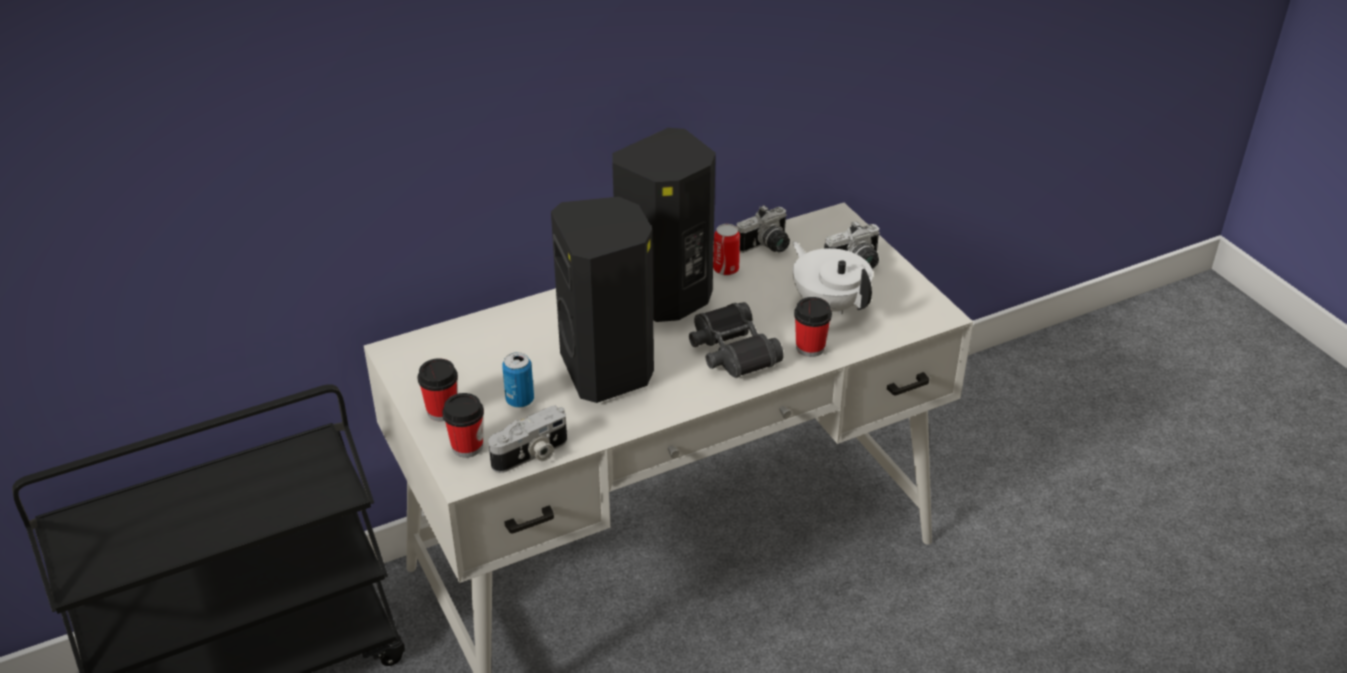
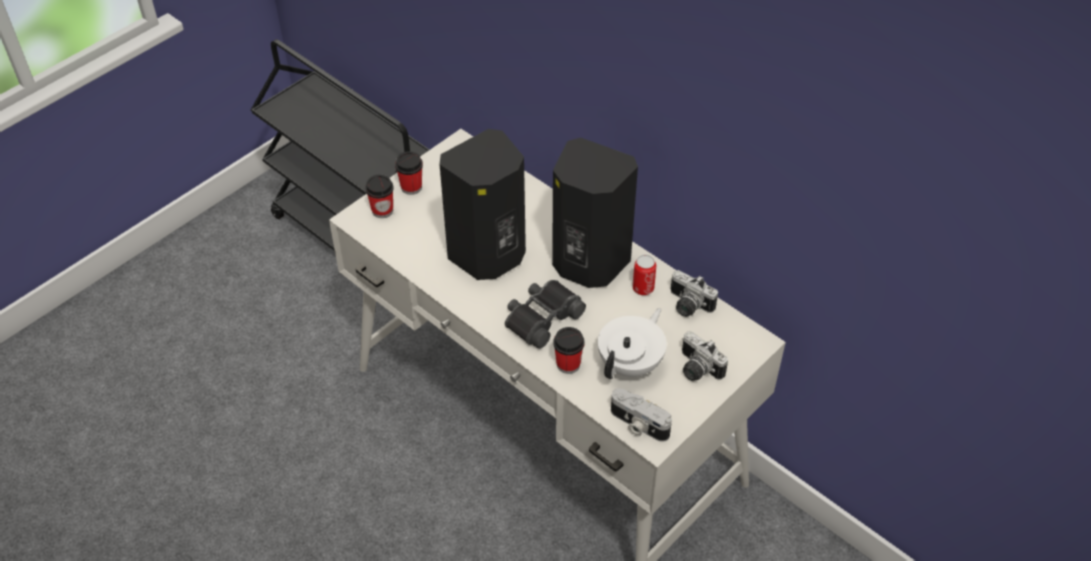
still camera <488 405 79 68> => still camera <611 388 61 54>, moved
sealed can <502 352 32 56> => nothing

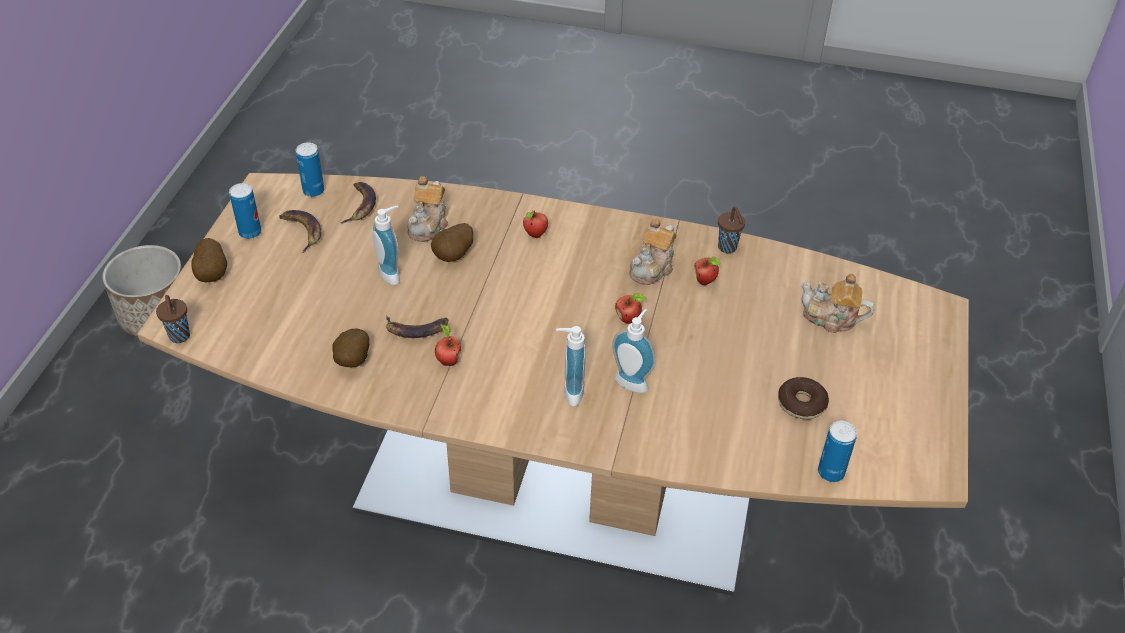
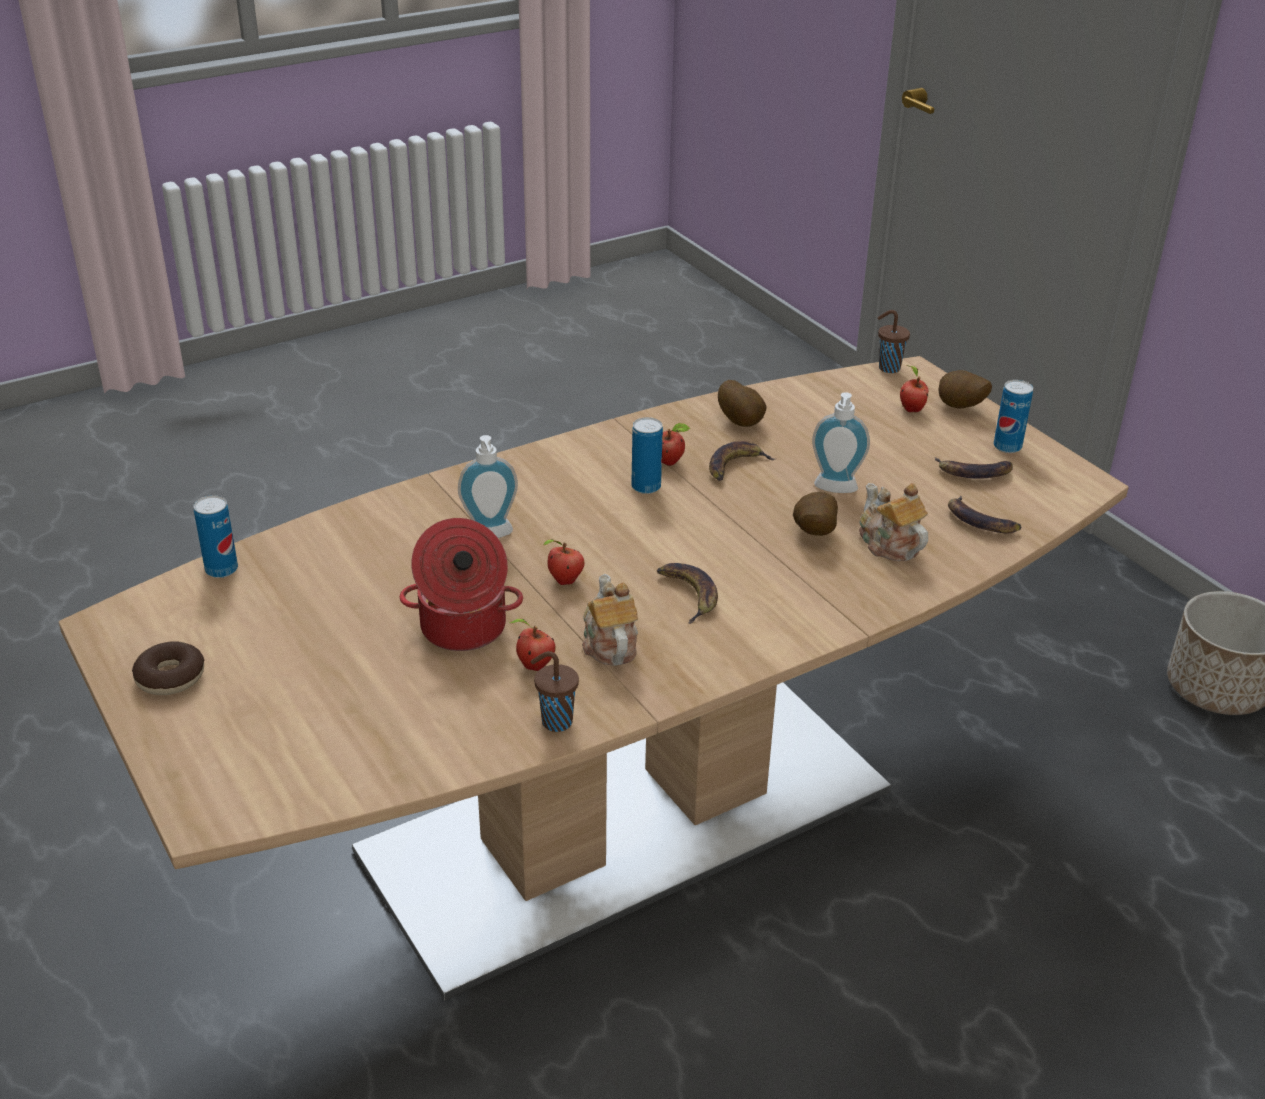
sealed can <296 142 28 55> => sealed can <631 417 32 77>, moved
whole apple <523 211 25 27> => whole apple <900 365 28 47>, moved
liquid soap bottle <556 326 30 80> => nothing
doughnut <778 377 51 43> => doughnut <132 641 73 54>, moved
tea pot <801 274 73 59> => nothing
nothing => cooking pot <400 518 123 133>
nothing => banana <657 563 61 61>

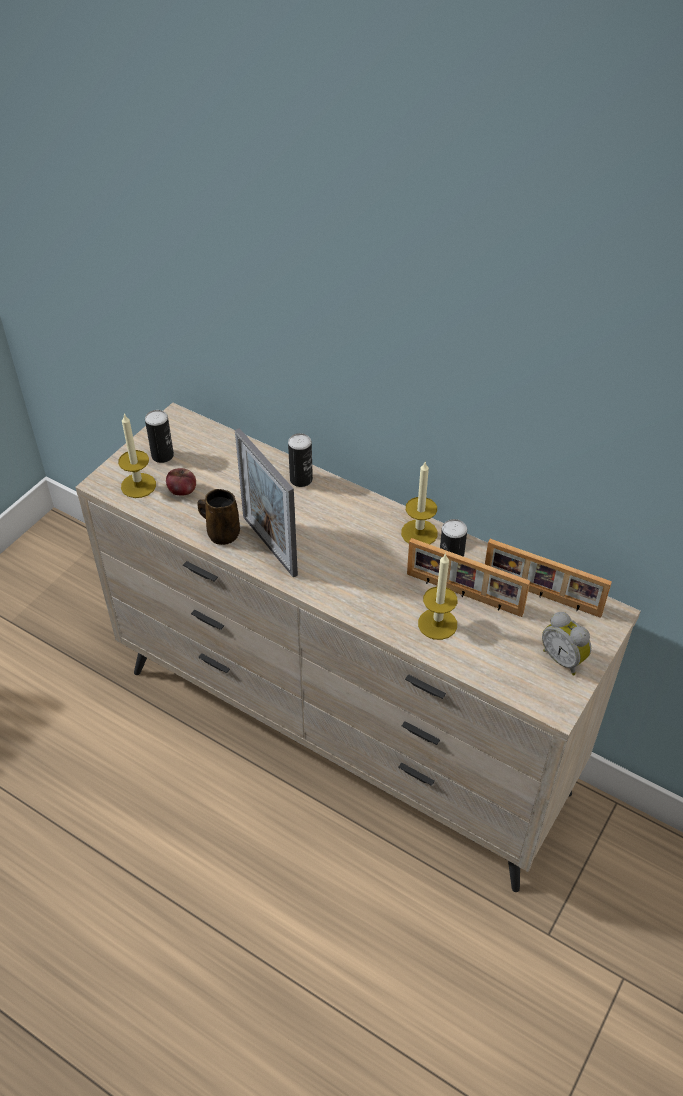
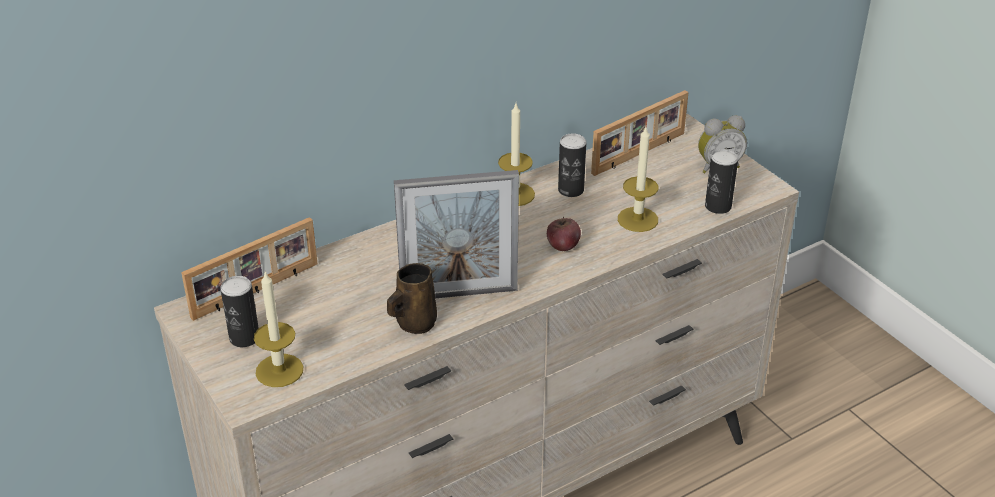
whole apple <166 468 30 27> => whole apple <547 217 34 34>, moved
sealed can <288 433 25 54> => sealed can <705 149 33 65>, moved
photo frame <407 538 123 79> => photo frame <181 217 137 104>, moved

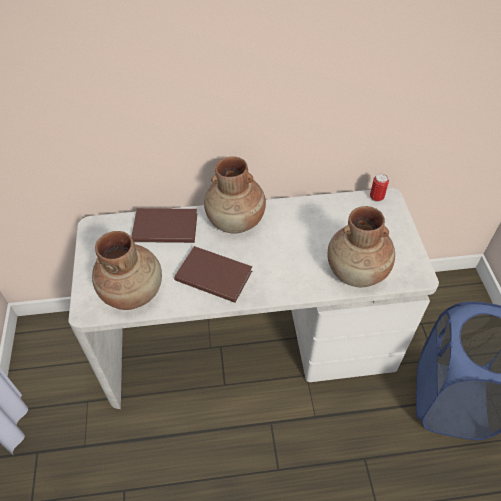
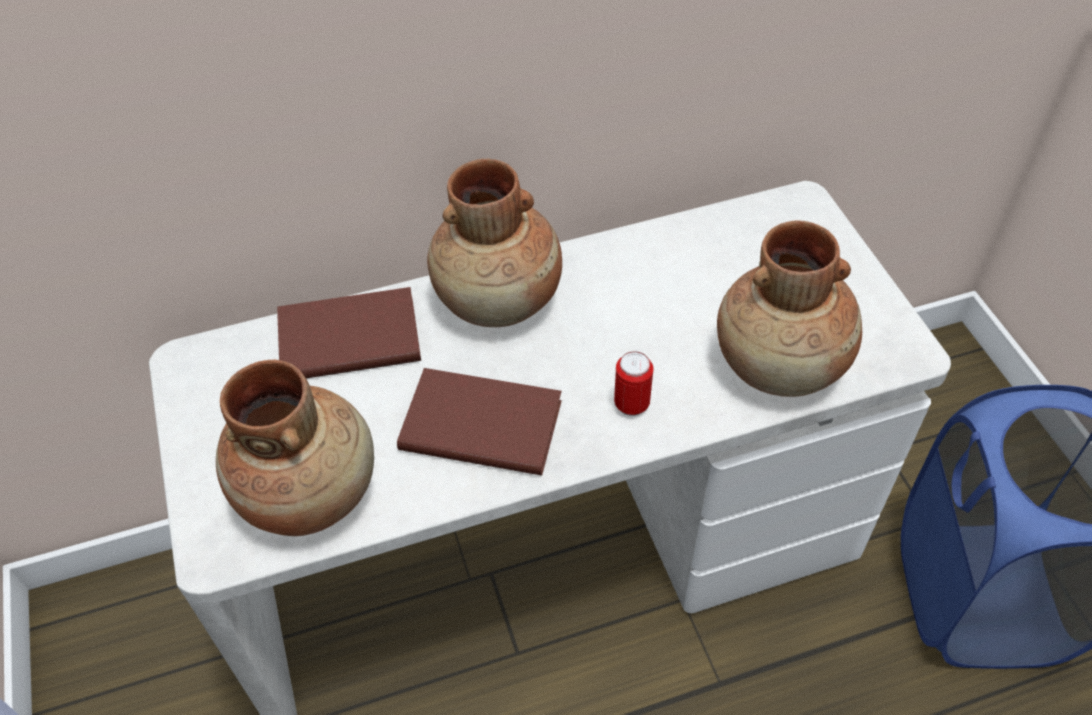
sealed can <370 174 19 28> => sealed can <614 351 40 65>, moved

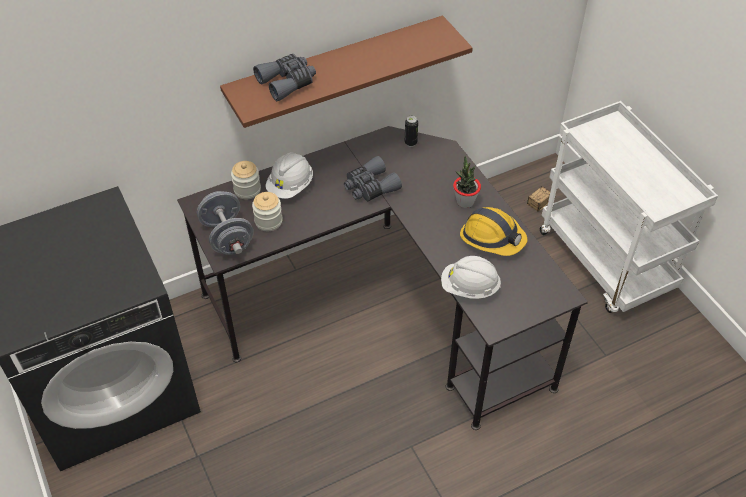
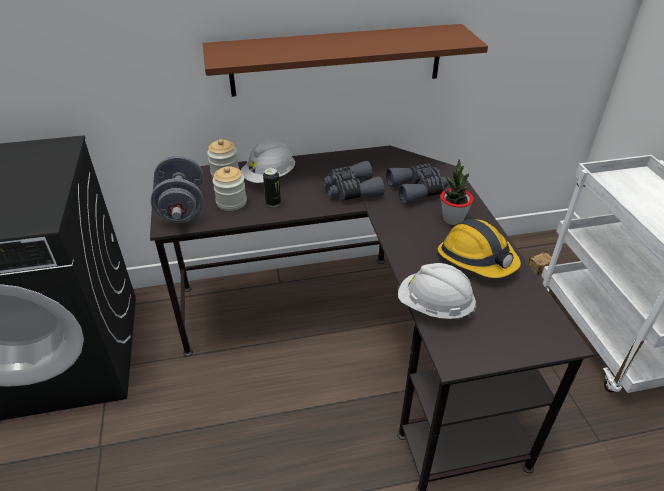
greyish binoculars <253 54 63 47> => greyish binoculars <386 163 63 42>, moved
sealed can <405 116 13 31> => sealed can <263 168 18 39>, moved

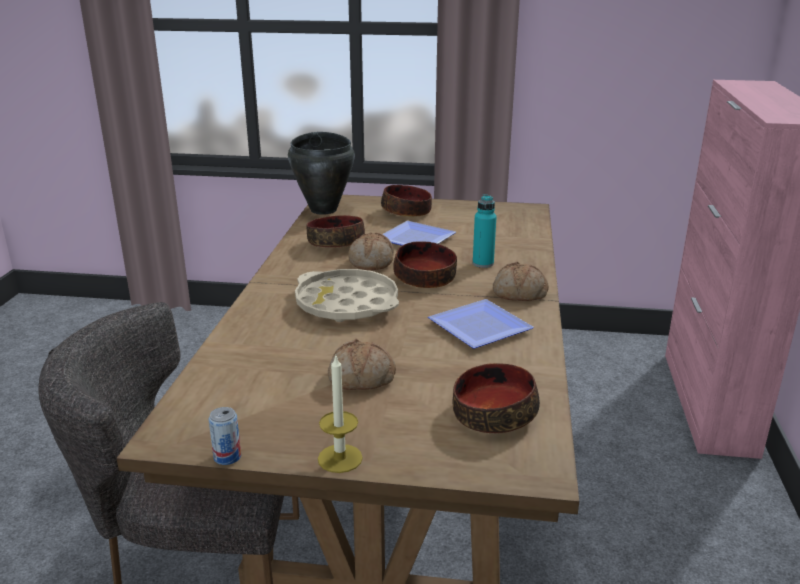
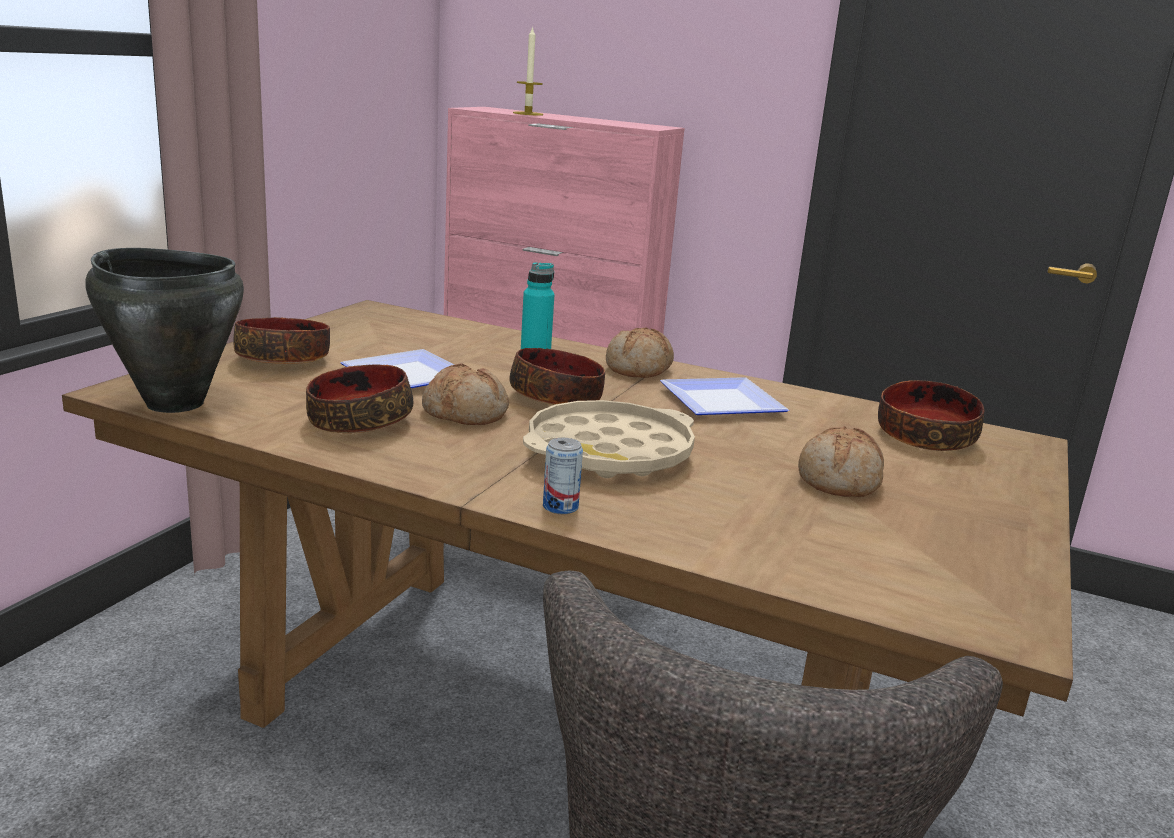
sealed can <209 407 32 58> => sealed can <543 438 40 76>, moved
wax candle <318 356 45 117> => wax candle <513 26 30 90>, moved

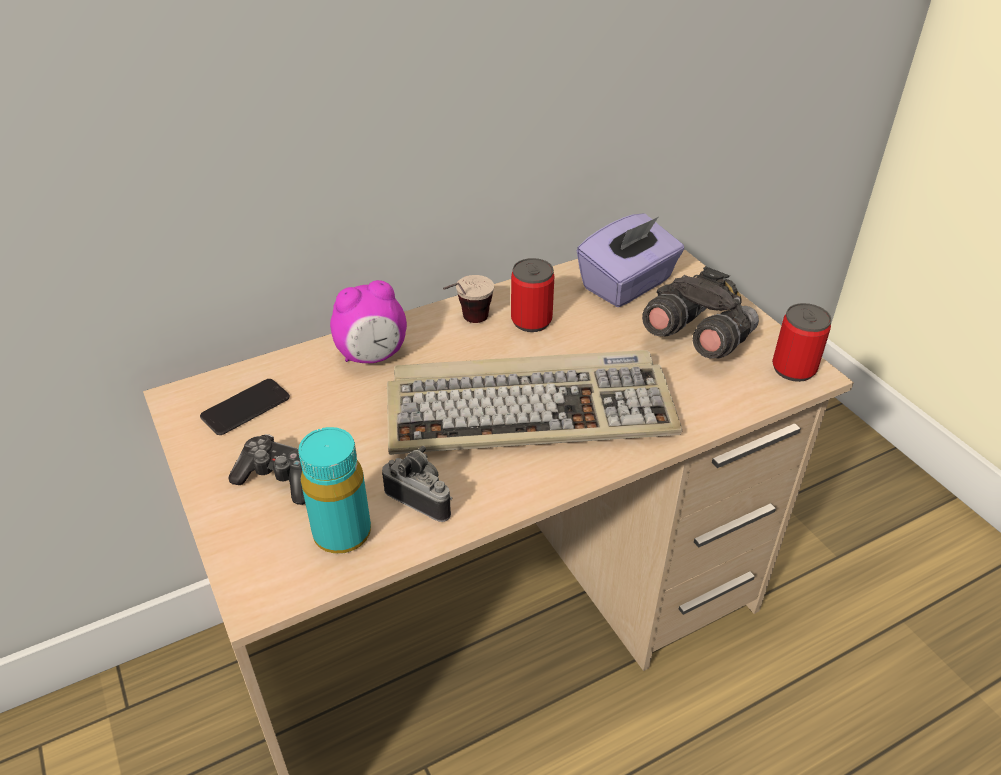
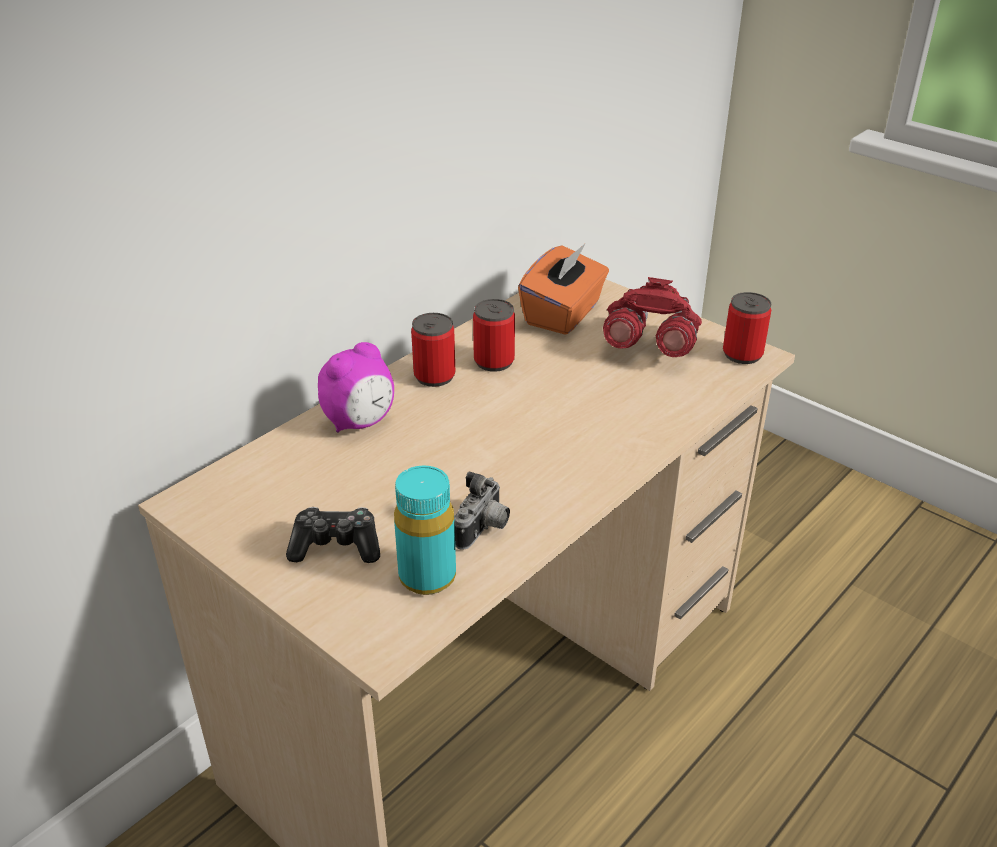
telephone <200 379 90 56> => nothing
still camera <382 446 71 76> => still camera <454 471 56 79>, 105 degrees clockwise
keyboard <387 350 295 105> => nothing
small cup <443 275 51 48> => sealed can <411 313 44 74>
purple box of tissues <576 213 108 94> => orange box of tissues <518 243 91 92>
greyish binoculars <642 266 117 92> => red-coloured binoculars <603 277 99 80>

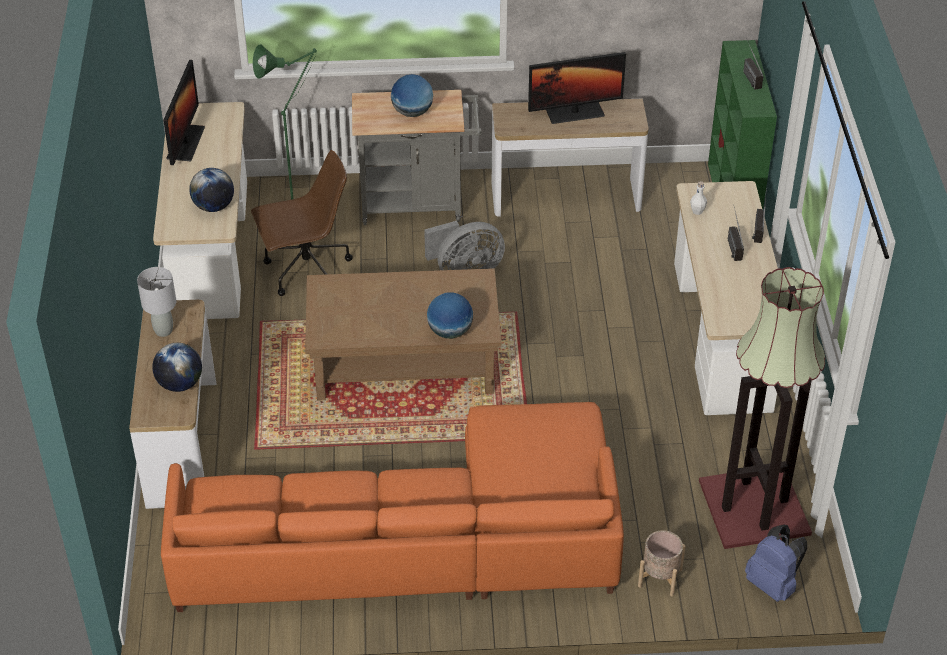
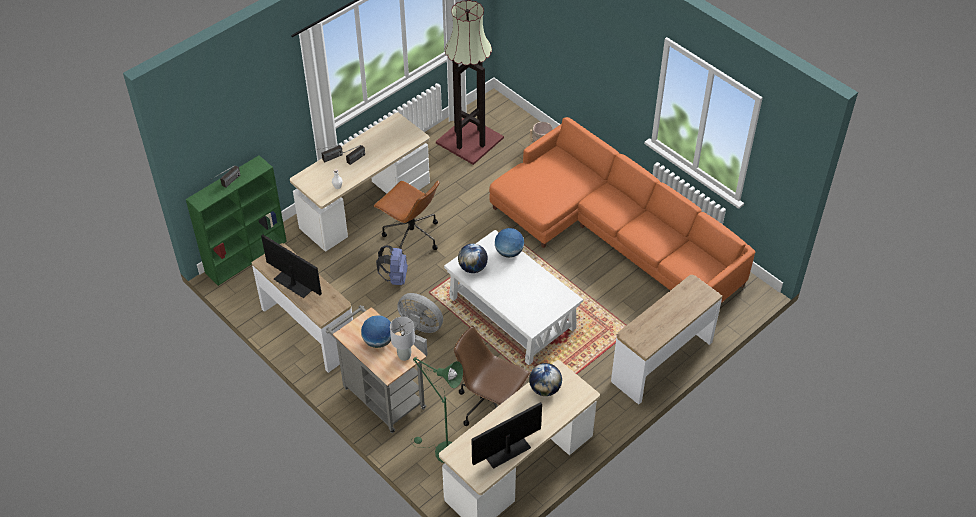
greyish table lamp <137 267 39 70> => greyish table lamp <390 317 25 44>, moved
desk globe <152 343 50 49> => desk globe <458 243 30 30>, moved
brownish coffee table <305 268 196 133> => white-coloured coffee table <444 230 139 135>
bluish rucksack <745 525 62 77> => bluish rucksack <376 245 32 40>, moved
nothing => brownish office chair <373 181 66 73>

